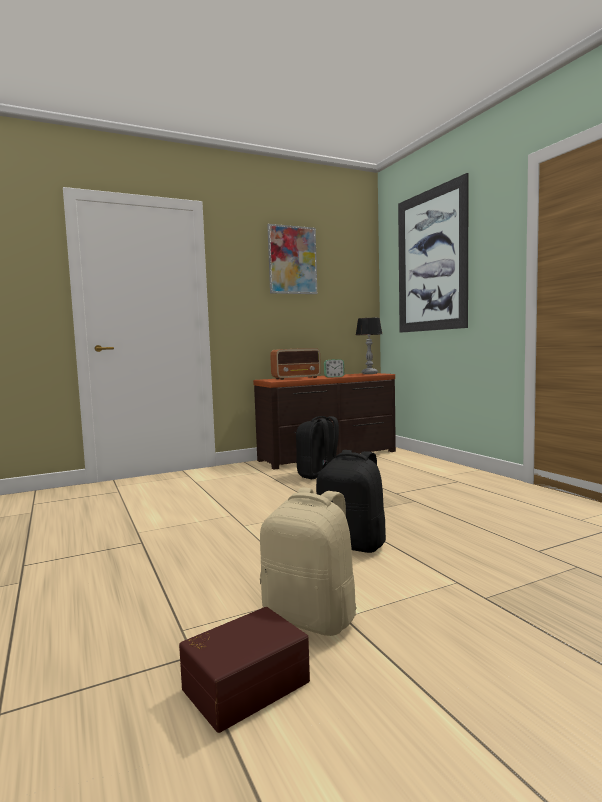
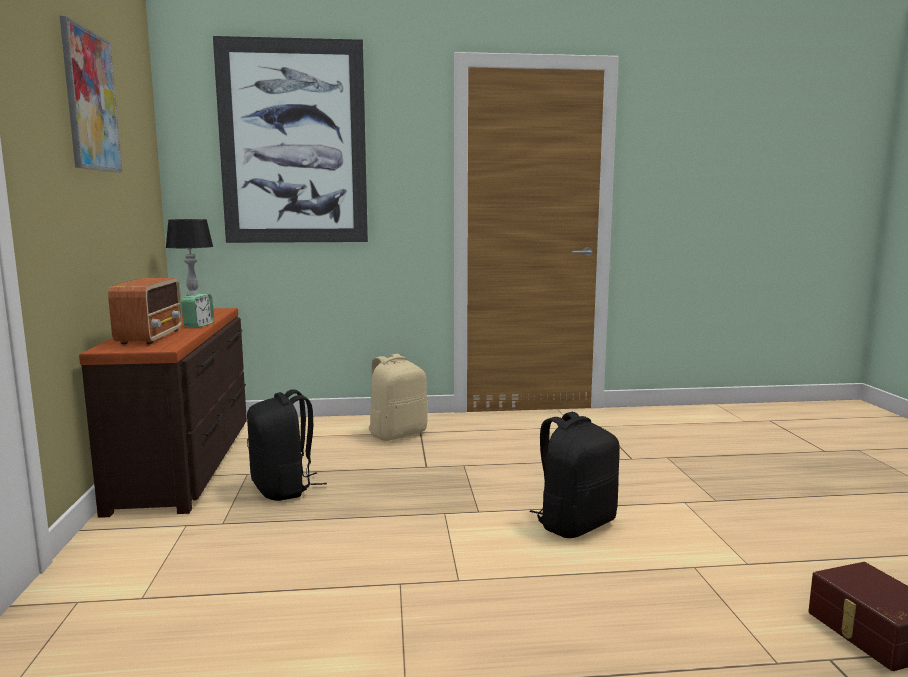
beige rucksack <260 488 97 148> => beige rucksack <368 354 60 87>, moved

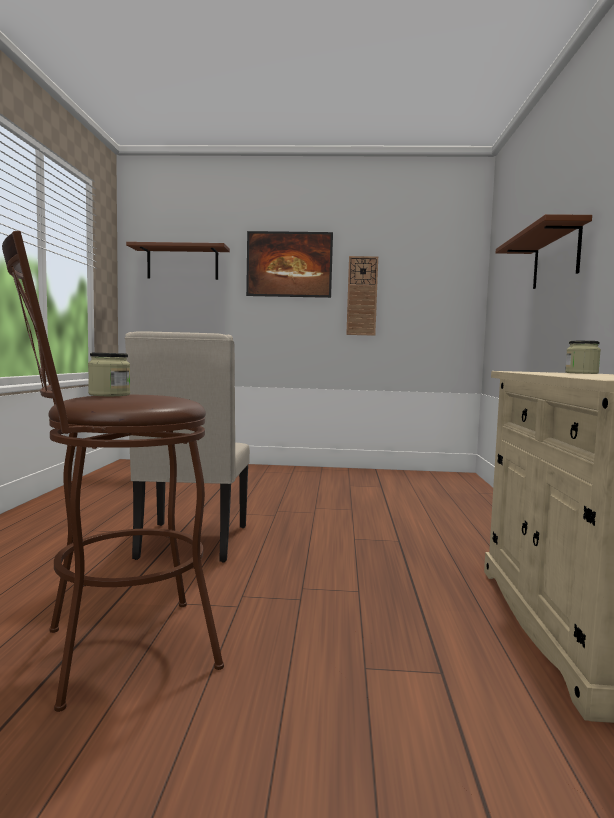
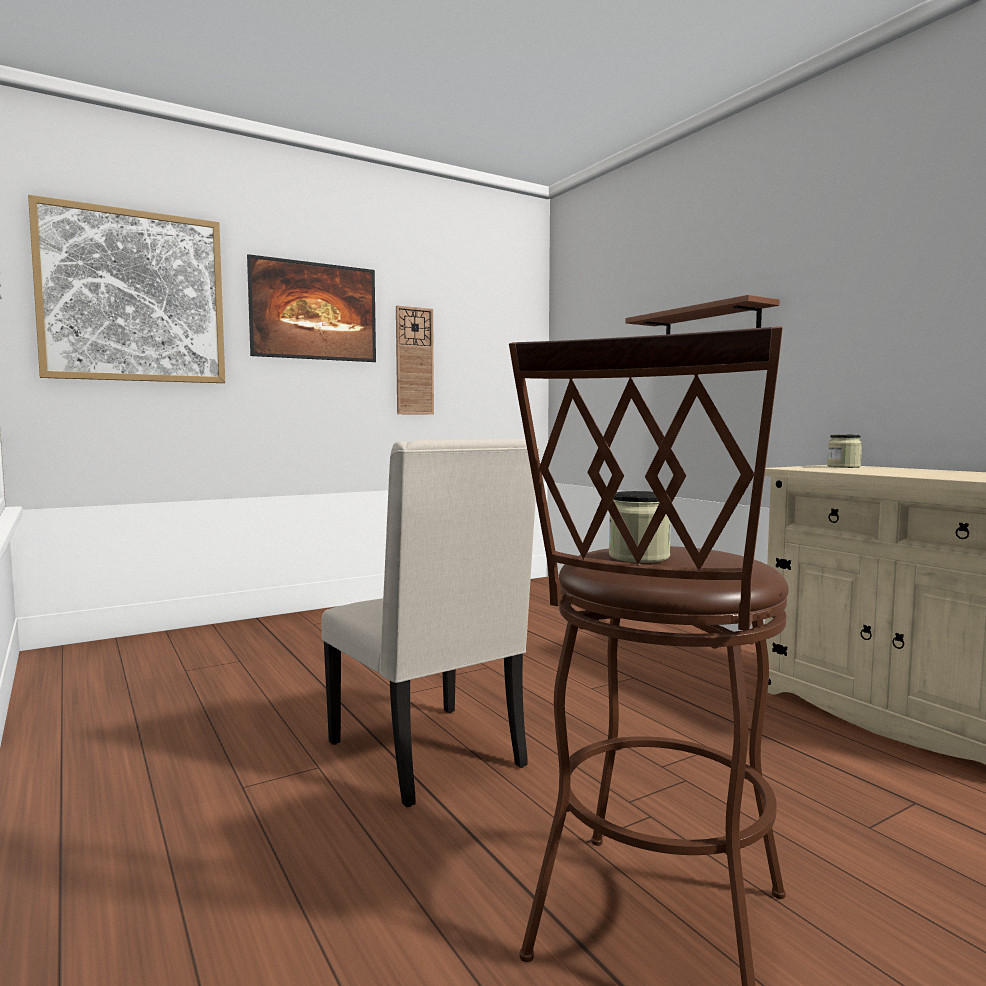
brownish bracket shelf <126 242 104 38> => picture <28 195 197 188>

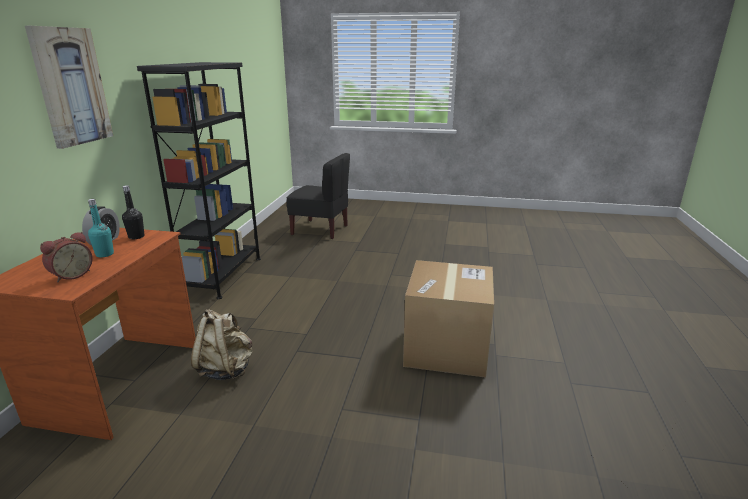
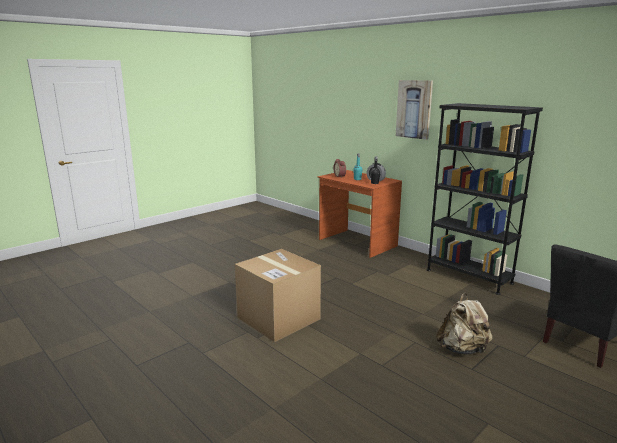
beige rucksack <191 309 62 71> => beige rucksack <436 293 56 62>, moved

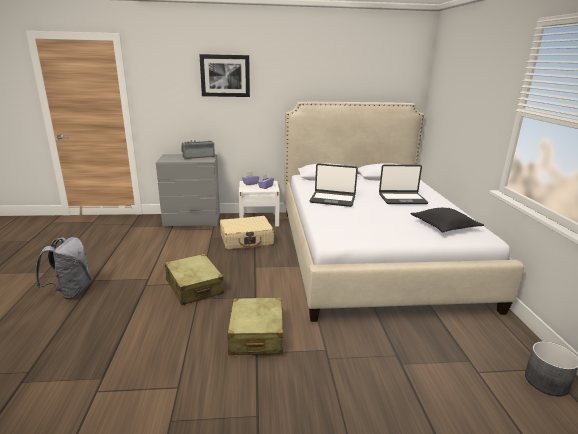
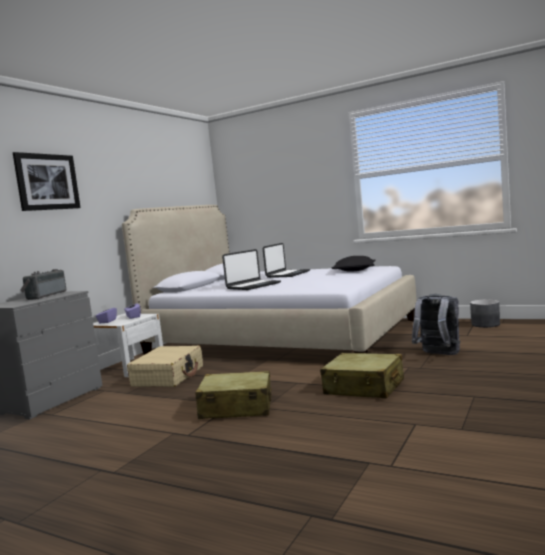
greyish rucksack <35 237 56 63> => greyish rucksack <412 294 48 61>, moved

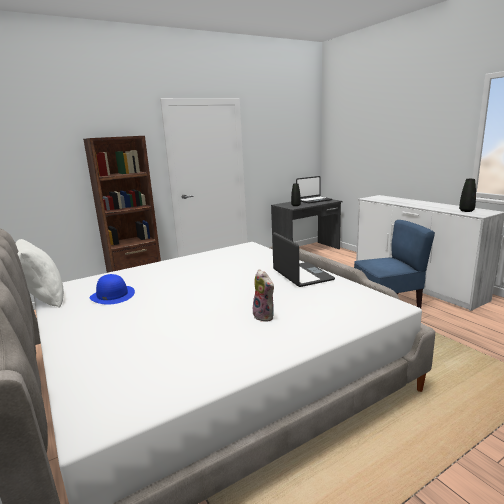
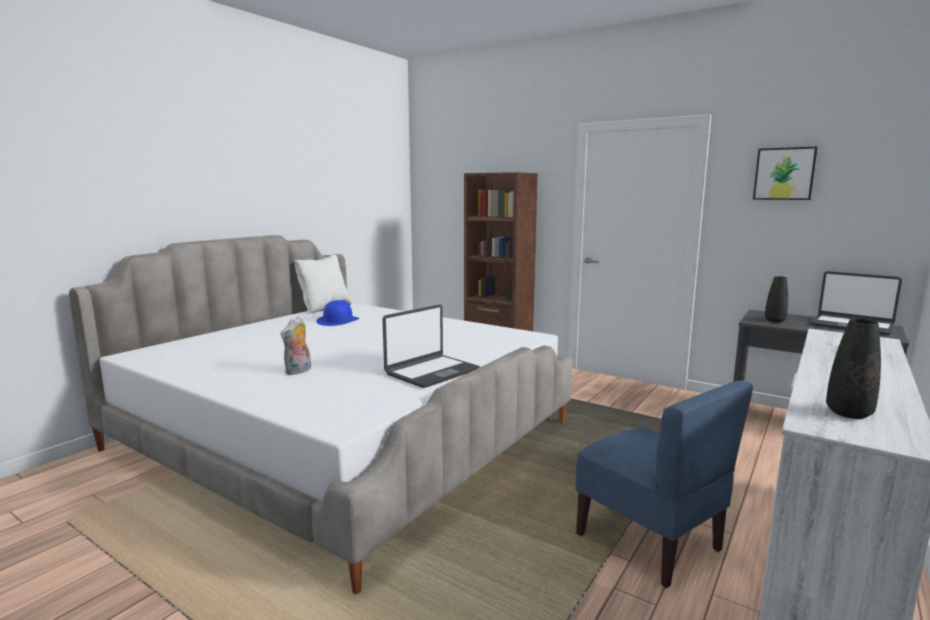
nothing => picture <753 147 65 53>

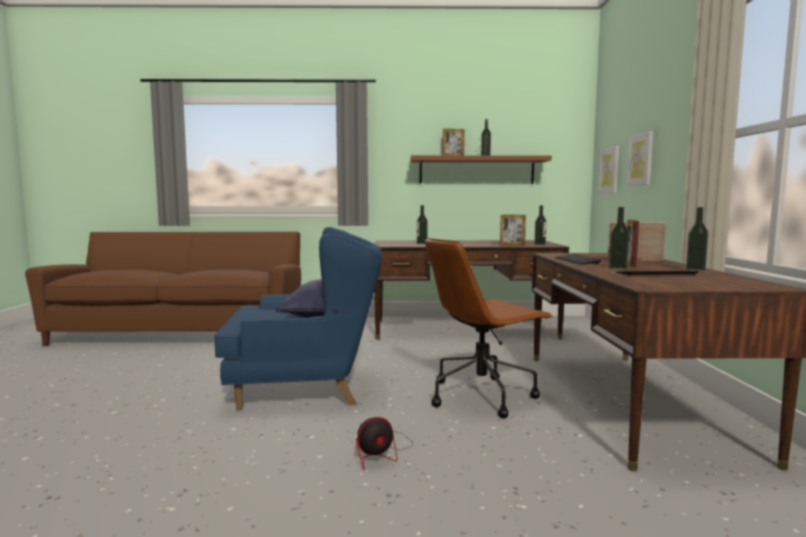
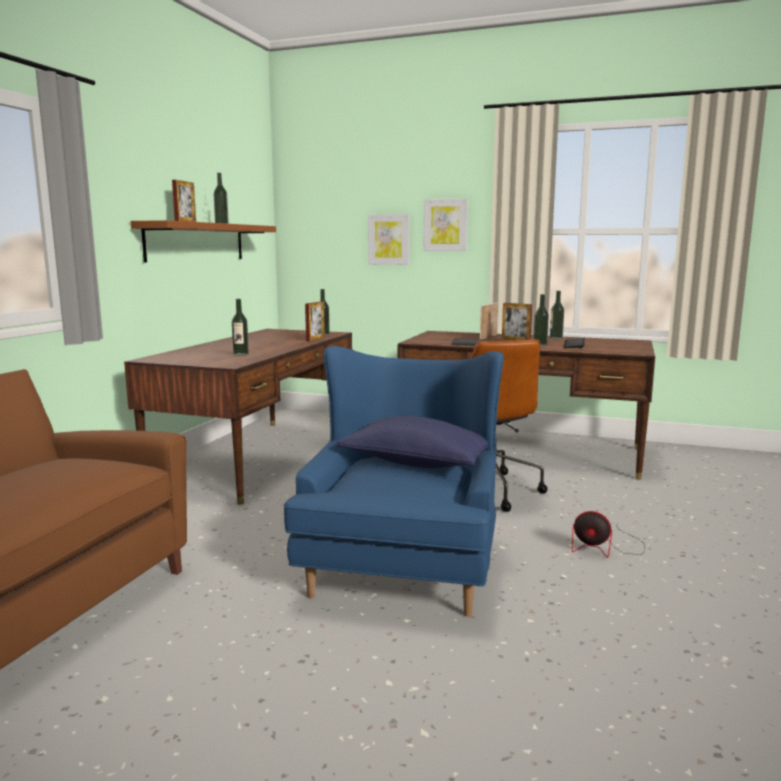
fan <356 417 57 53> => fan <572 511 71 47>, 120 degrees clockwise
picture <598 146 21 47> => picture <423 198 45 53>, moved

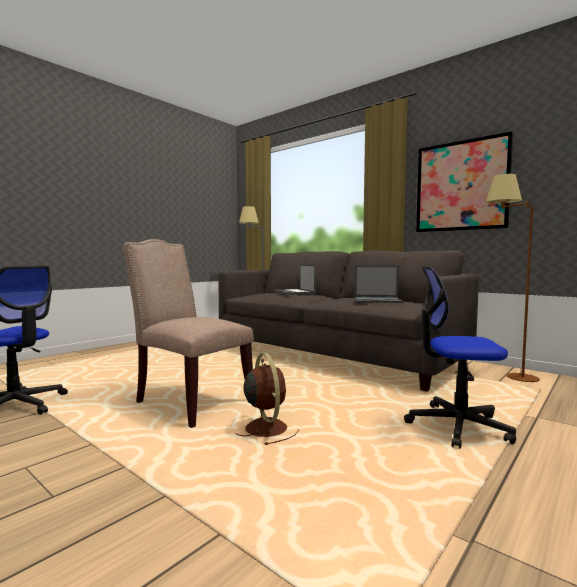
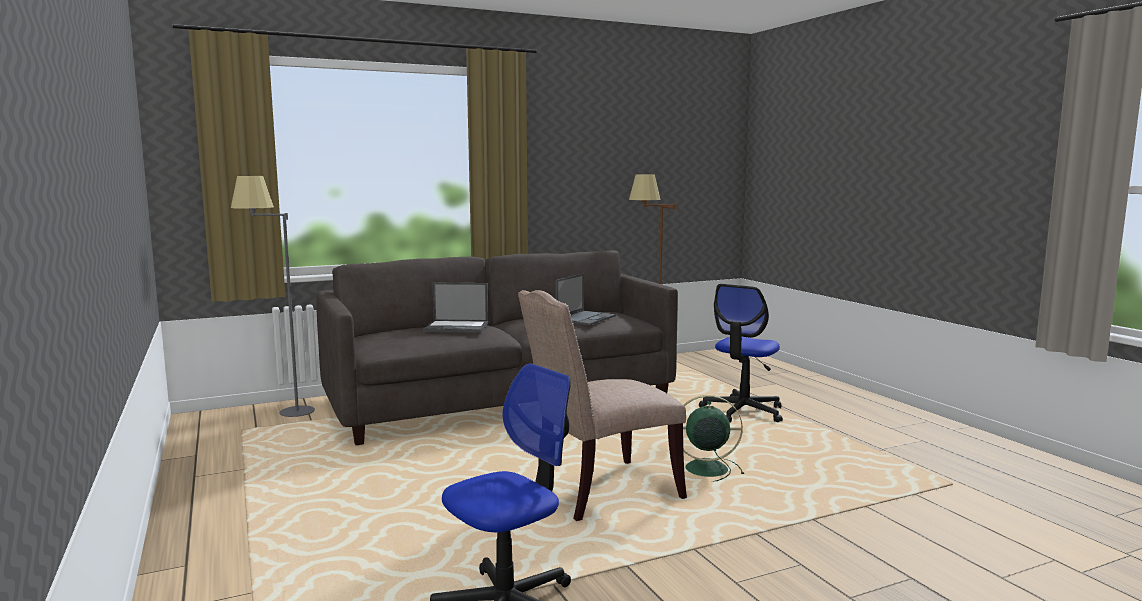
brownish fan <236 353 63 92> => green-coloured fan <683 395 61 87>
picture <416 131 97 101> => nothing

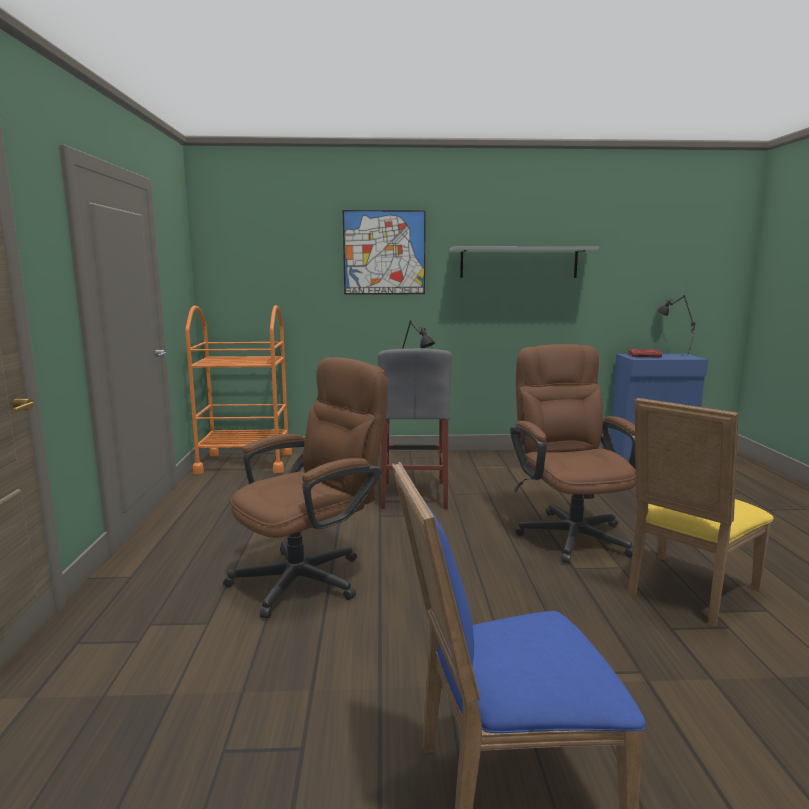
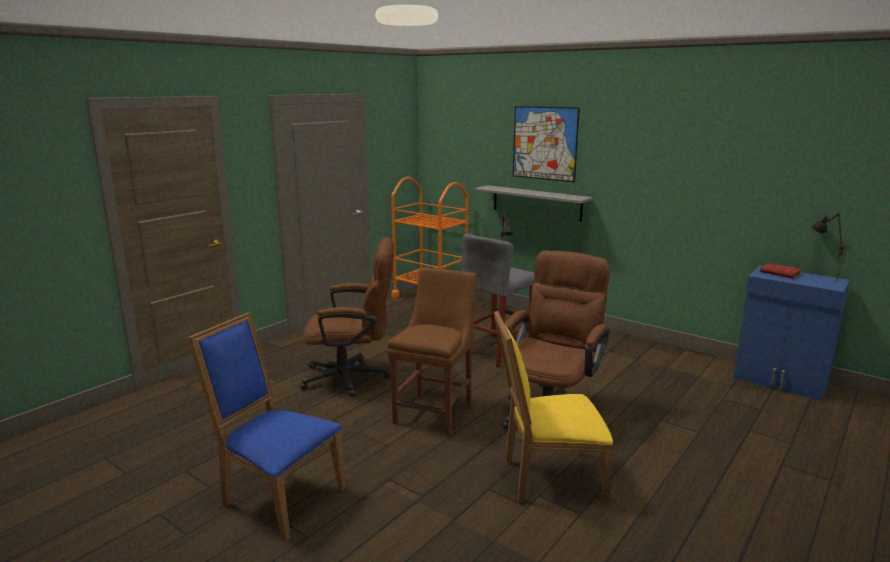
greyish bracket shelf <450 247 149 31> => greyish bracket shelf <474 185 119 37>, moved
nothing => brownish chair <387 267 90 169>

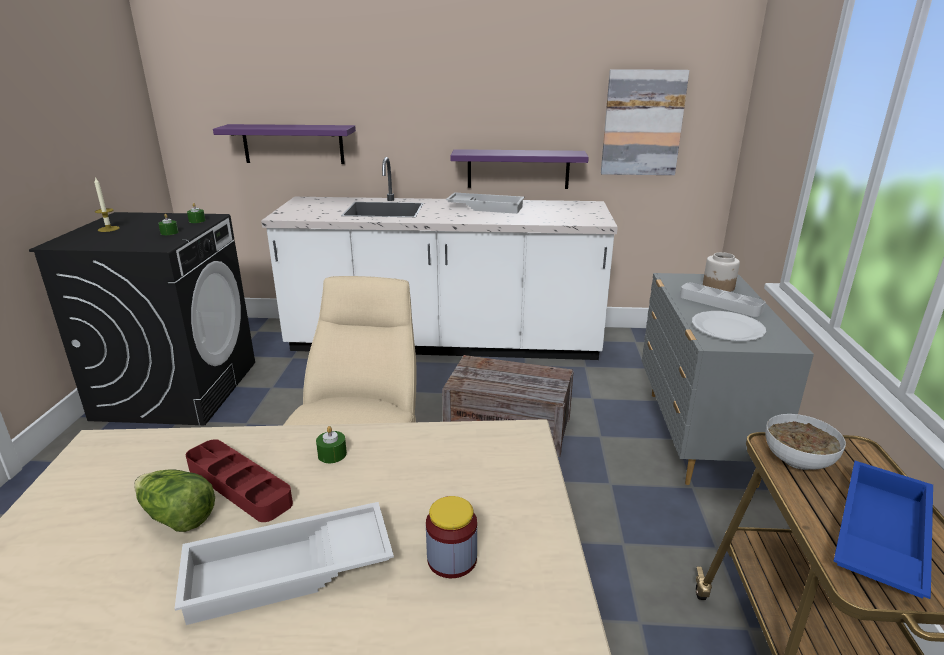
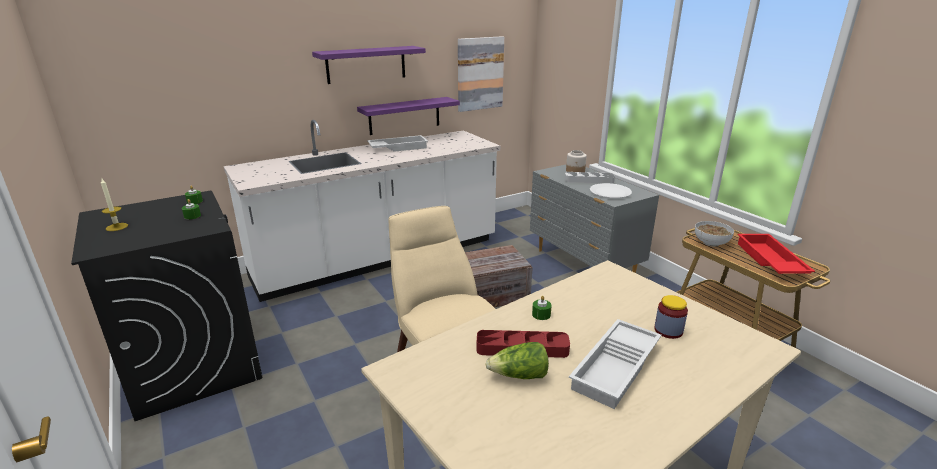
purple bracket shelf <213 124 143 40> => purple bracket shelf <312 46 114 38>, moved
bluish carrying tray <833 461 100 138> => red-coloured carrying tray <737 234 78 40>

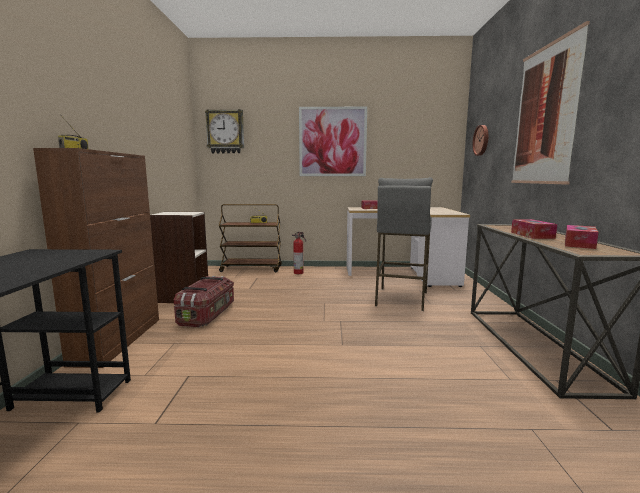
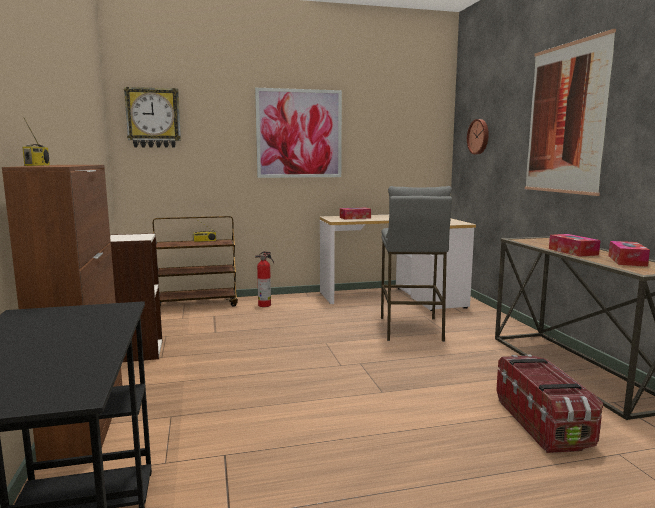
storage container <174 276 60 51> => storage container <496 354 107 99>, moved

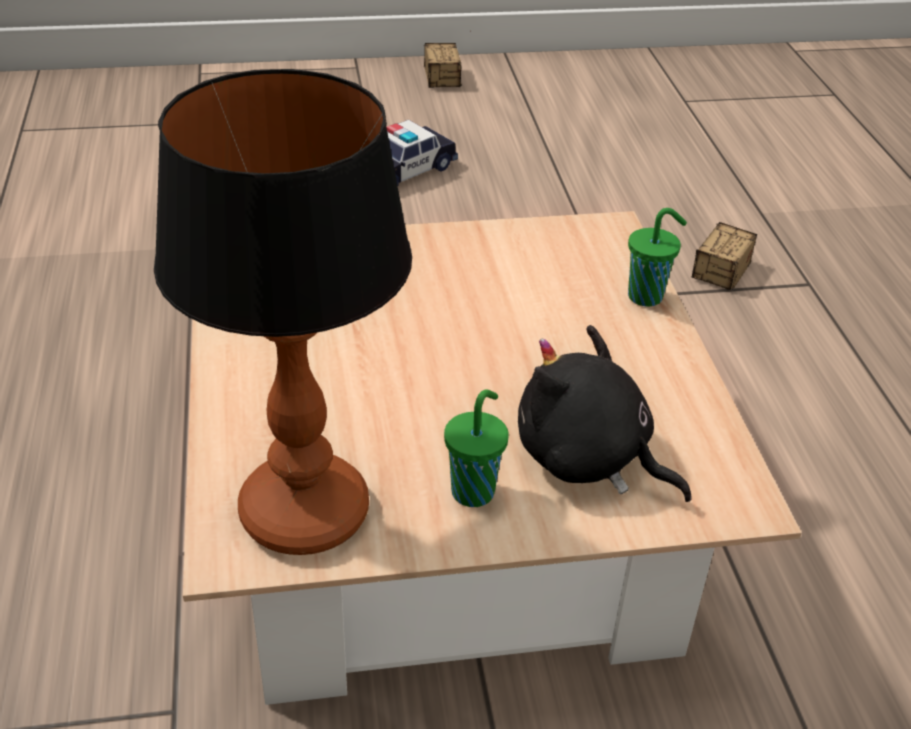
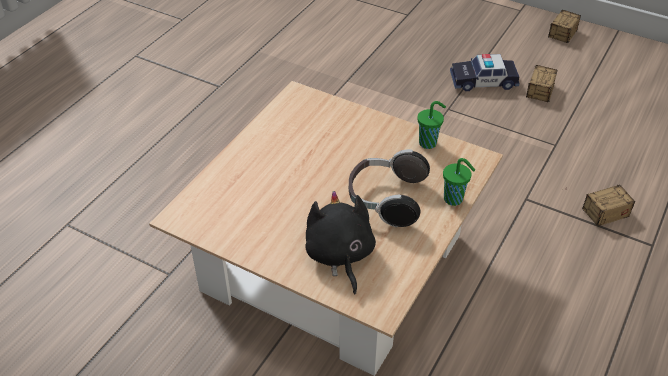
table lamp <154 69 258 486> => nothing
green-coloured small cup <444 389 65 118> => green-coloured small cup <417 101 29 48>, moved
nothing => headphones <349 149 81 79>
nothing => storage container <526 65 31 37>

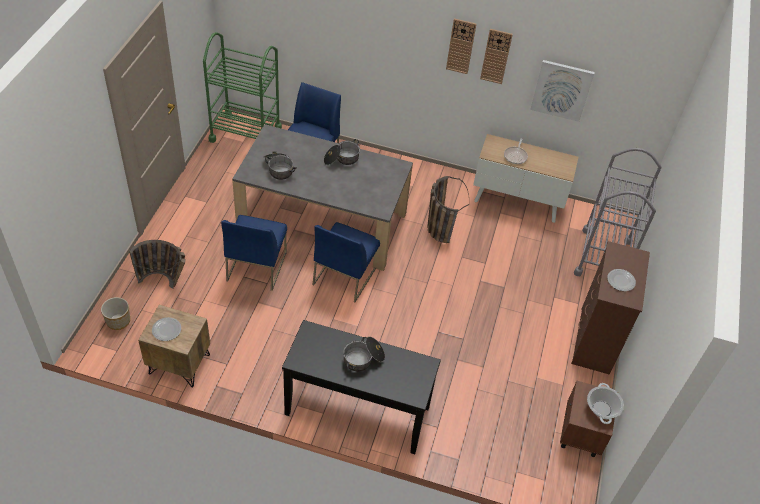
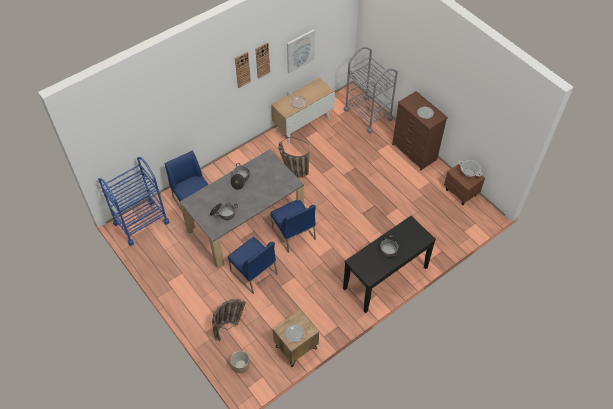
green-coloured trolley <203 32 79 111> => bluish trolley <98 157 72 89>

